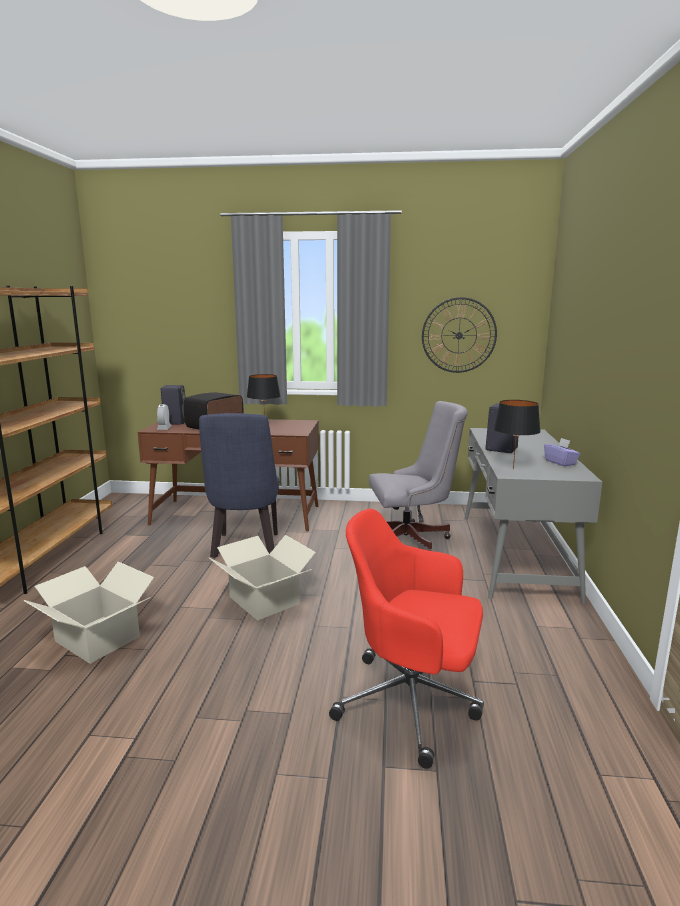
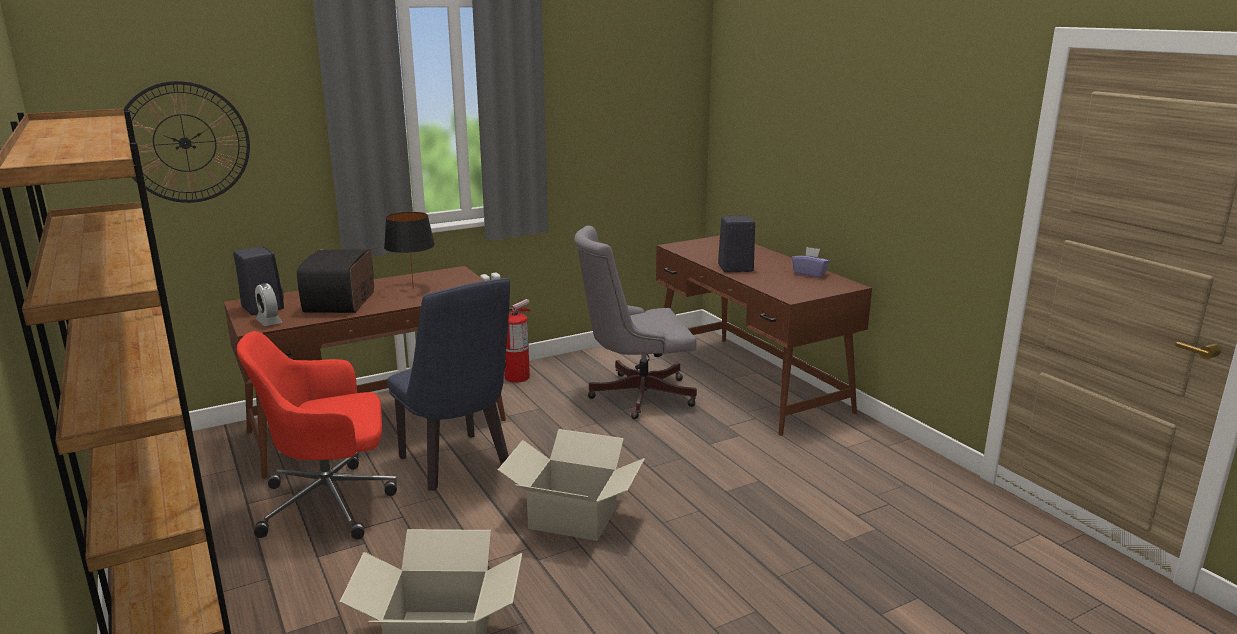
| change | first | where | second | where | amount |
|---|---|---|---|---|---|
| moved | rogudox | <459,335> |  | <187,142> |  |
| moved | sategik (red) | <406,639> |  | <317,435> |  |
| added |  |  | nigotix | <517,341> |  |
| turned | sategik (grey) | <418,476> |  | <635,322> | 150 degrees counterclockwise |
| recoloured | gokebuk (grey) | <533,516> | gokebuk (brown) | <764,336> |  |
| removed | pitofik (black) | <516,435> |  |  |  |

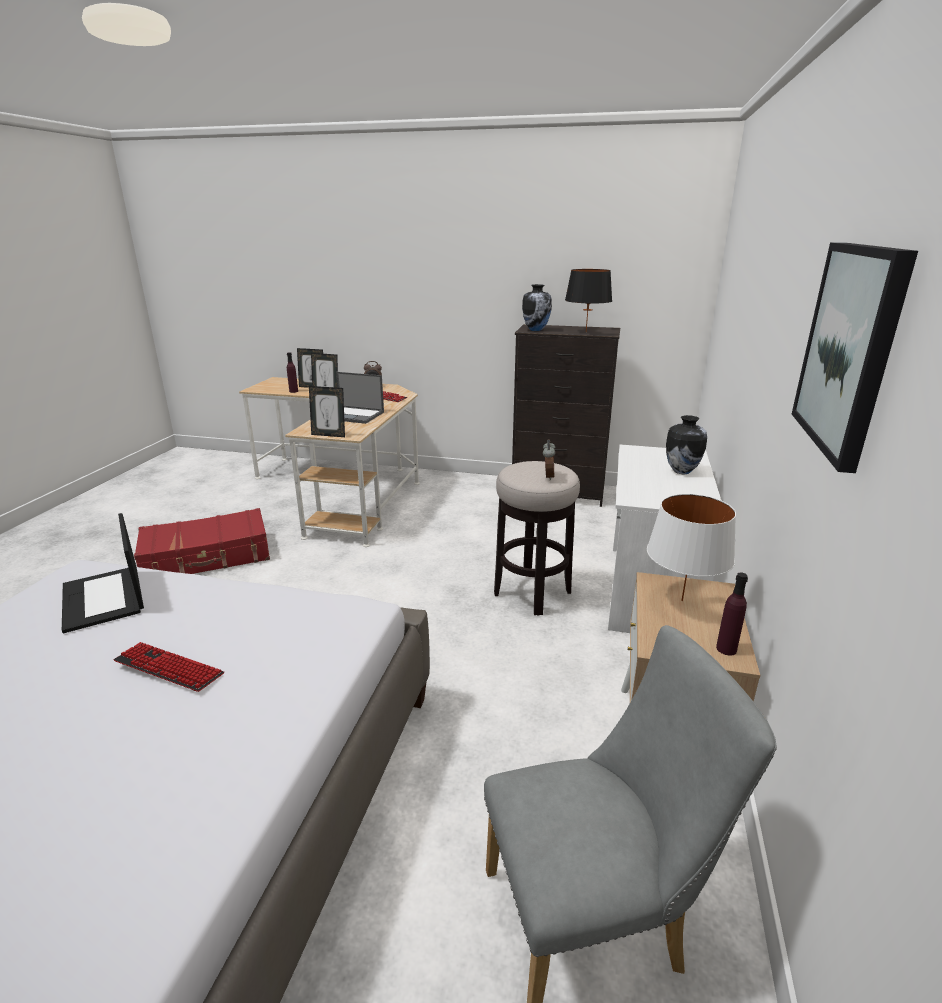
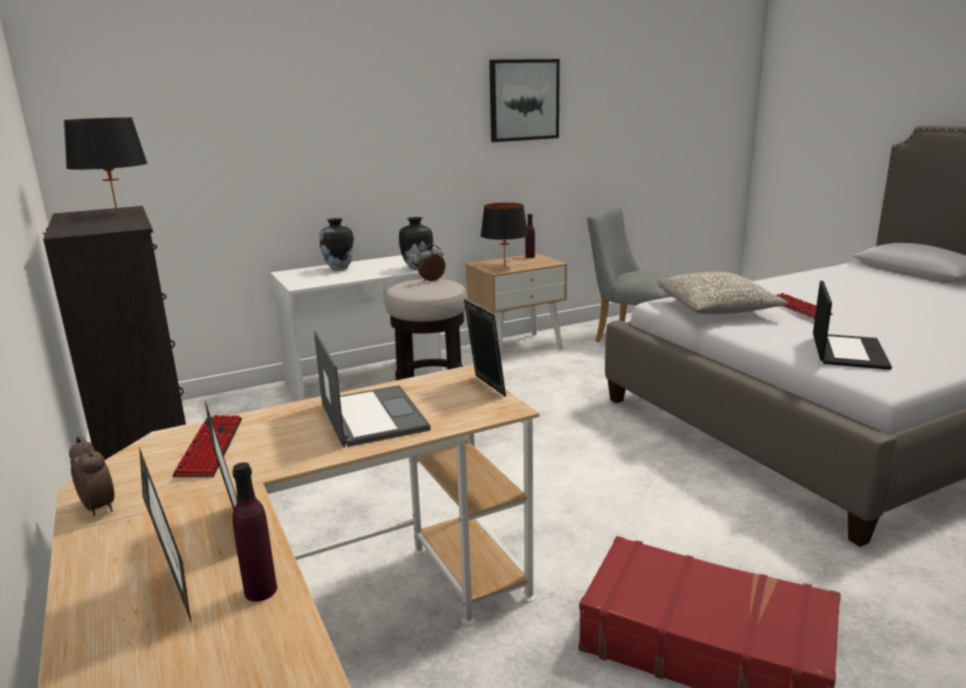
| change | first | where | second | where | amount |
|---|---|---|---|---|---|
| moved | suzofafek | <537,307> |  | <416,243> |  |
| recoloured | pitofik (white) | <691,547> | pitofik (black) | <504,234> |  |
| added |  |  | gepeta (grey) | <723,293> |  |

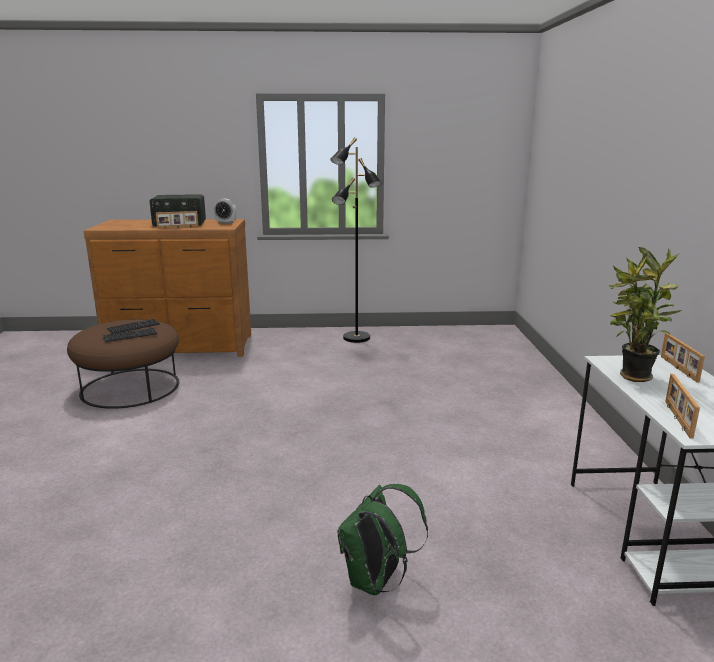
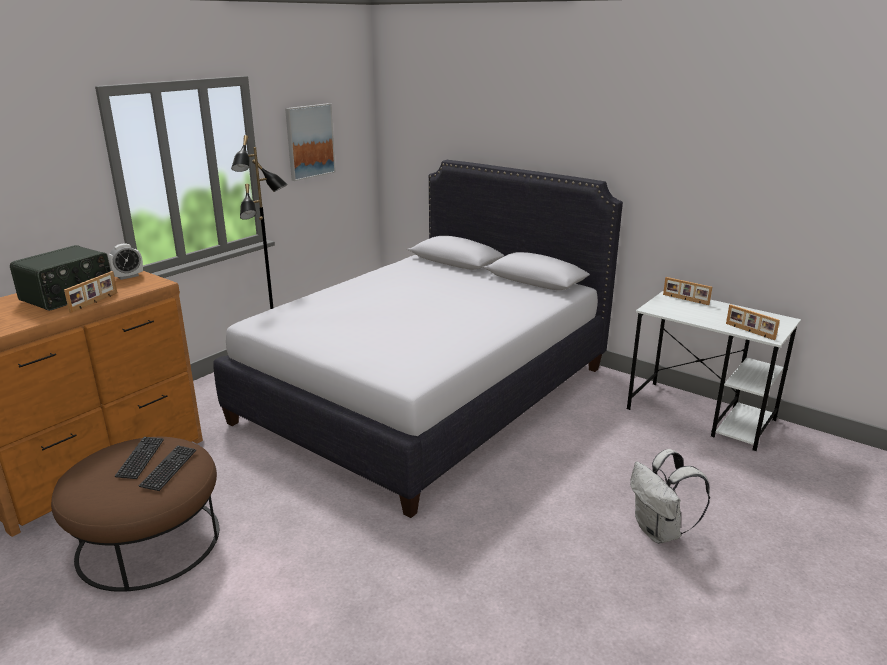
| change | first | where | second | where | amount |
|---|---|---|---|---|---|
| added |  |  | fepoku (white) | <418,339> |  |
| added |  |  | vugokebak | <310,142> |  |
| recoloured | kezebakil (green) | <382,539> | kezebakil (white) | <670,496> |  |
| removed | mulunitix | <645,314> |  |  |  |

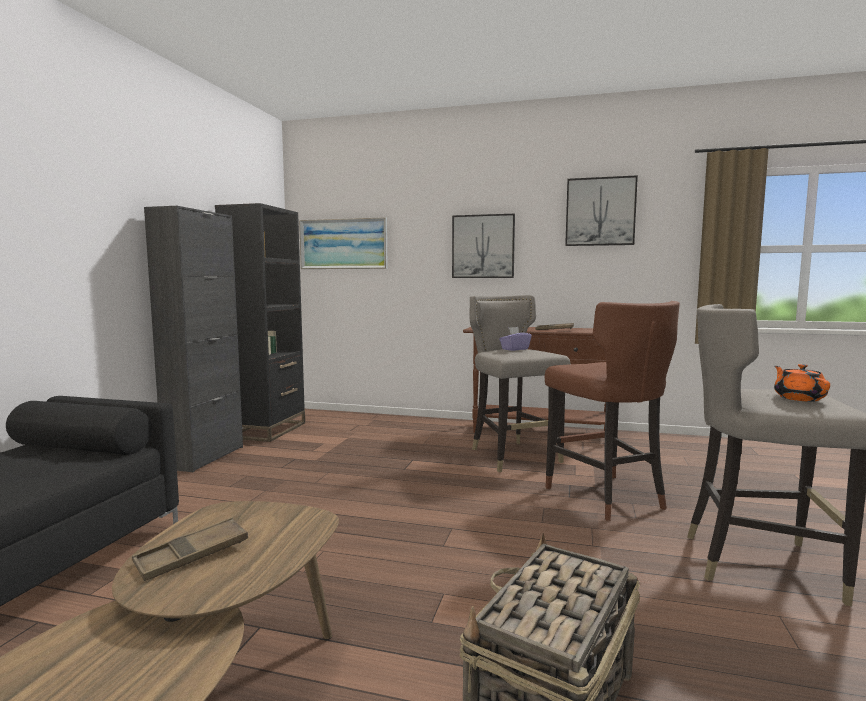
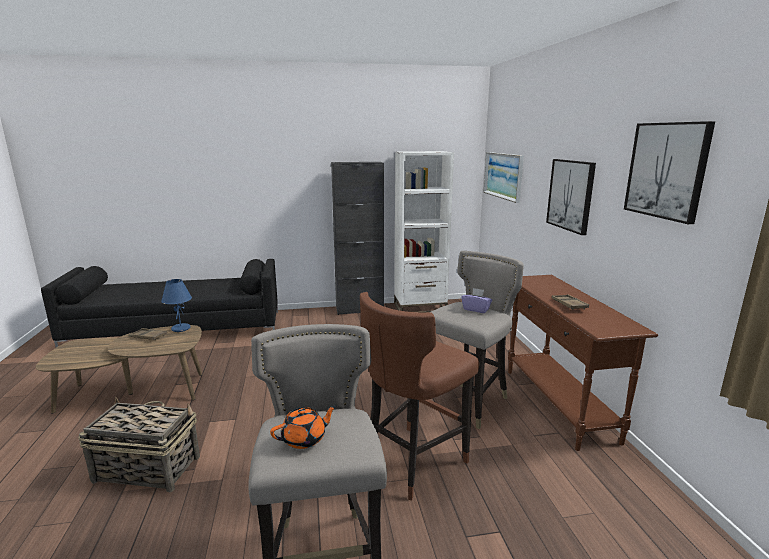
| change | first | where | second | where | amount |
|---|---|---|---|---|---|
| added |  |  | pitofik (blue) | <176,305> |  |
| recoloured | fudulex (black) | <260,322> | fudulex (white) | <424,232> |  |

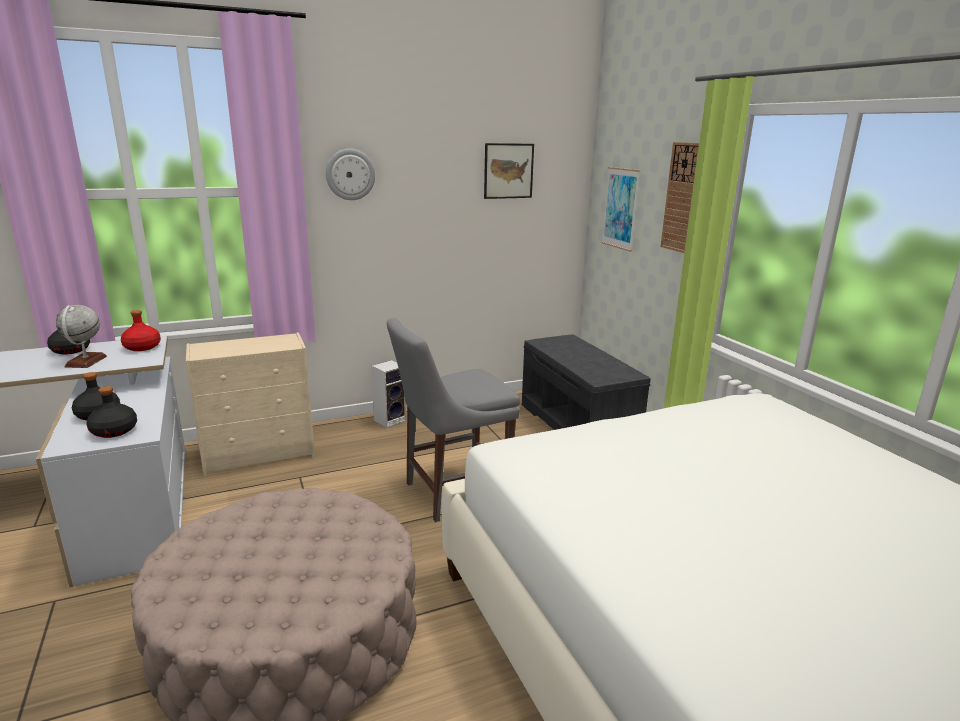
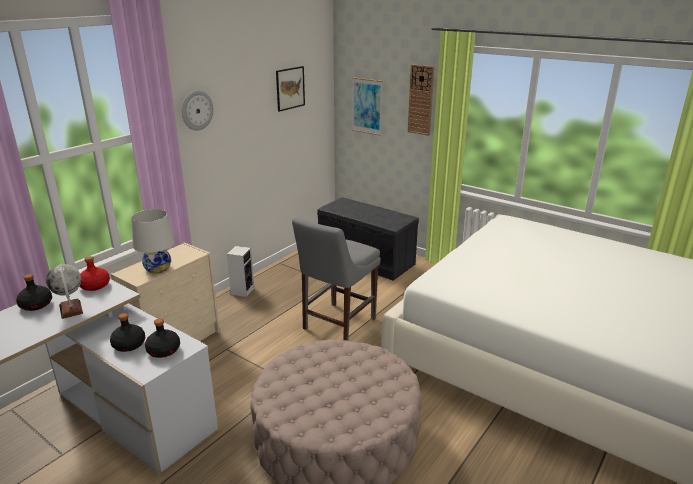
| change | first | where | second | where | amount |
|---|---|---|---|---|---|
| added |  |  | pitofik (white) | <153,241> |  |

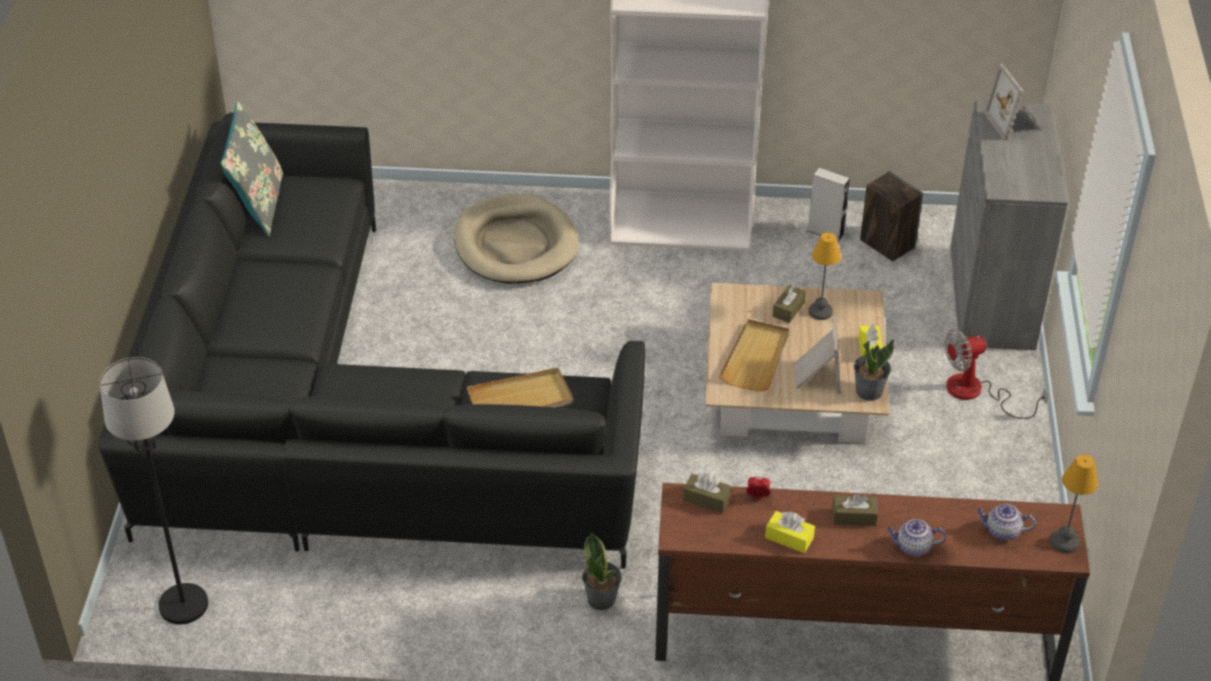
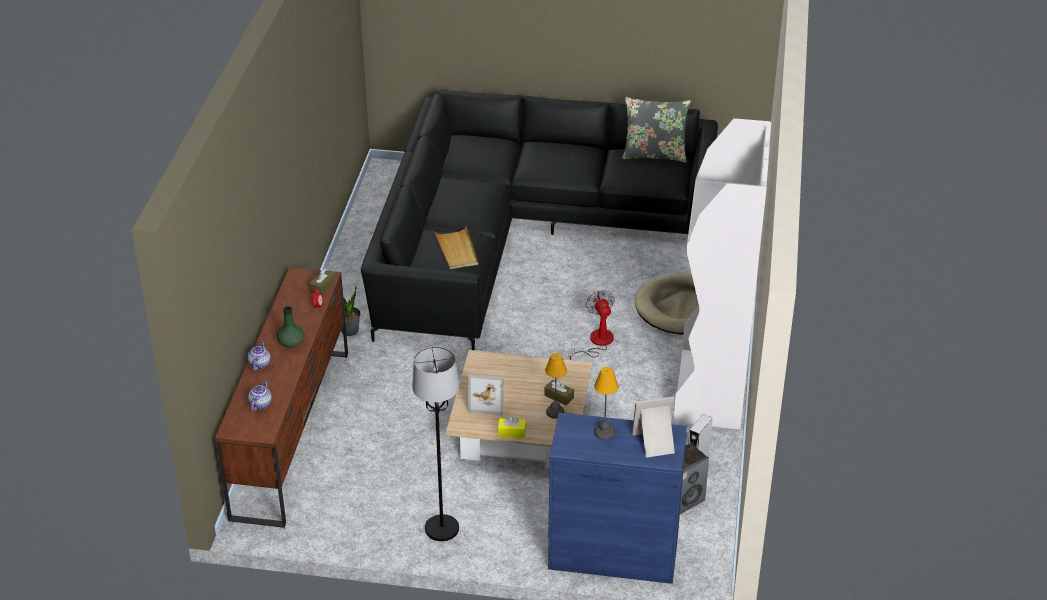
| change | first | where | second | where | amount |
|---|---|---|---|---|---|
| replaced | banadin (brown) | <855,509> | suzofafek (green) | <290,327> |  |
| moved | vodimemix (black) | <154,490> |  | <435,444> |  |
| recoloured | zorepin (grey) | <1009,225> | zorepin (blue) | <617,498> |  |
| moved | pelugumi | <996,374> |  | <592,325> |  |
| moved | pitofik | <1074,503> |  | <606,403> |  |
| removed | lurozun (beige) | <754,355> |  |  |  |
| removed | banadin (yellow) | <790,532> |  |  |  |
| removed | mulunitix | <874,370> |  |  |  |

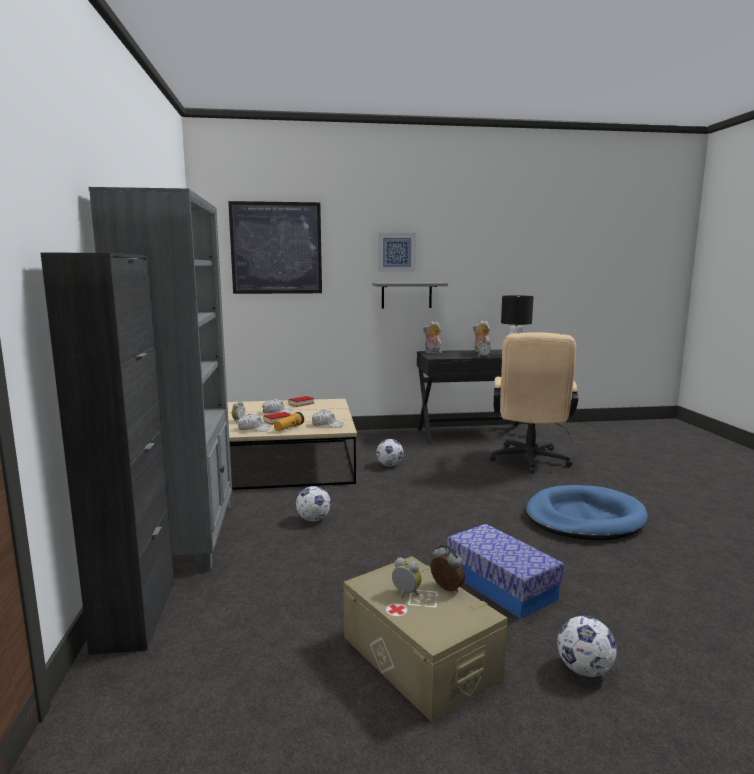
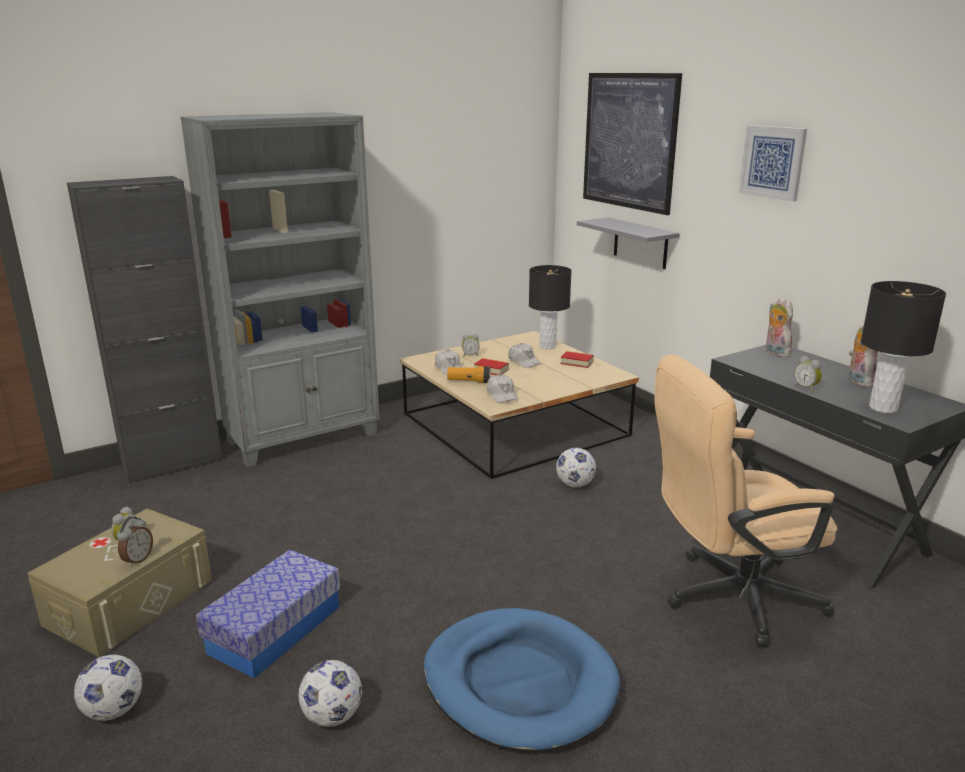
| change | first | where | second | where | amount |
|---|---|---|---|---|---|
| moved | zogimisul | <313,504> |  | <330,693> |  |
| added |  |  | pitofik (black) | <550,307> |  |
| moved | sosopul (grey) | <410,295> |  | <628,243> |  |

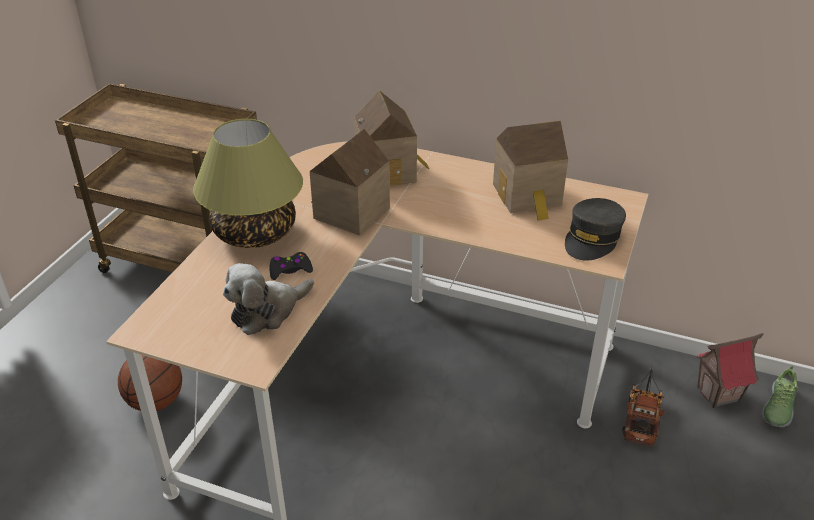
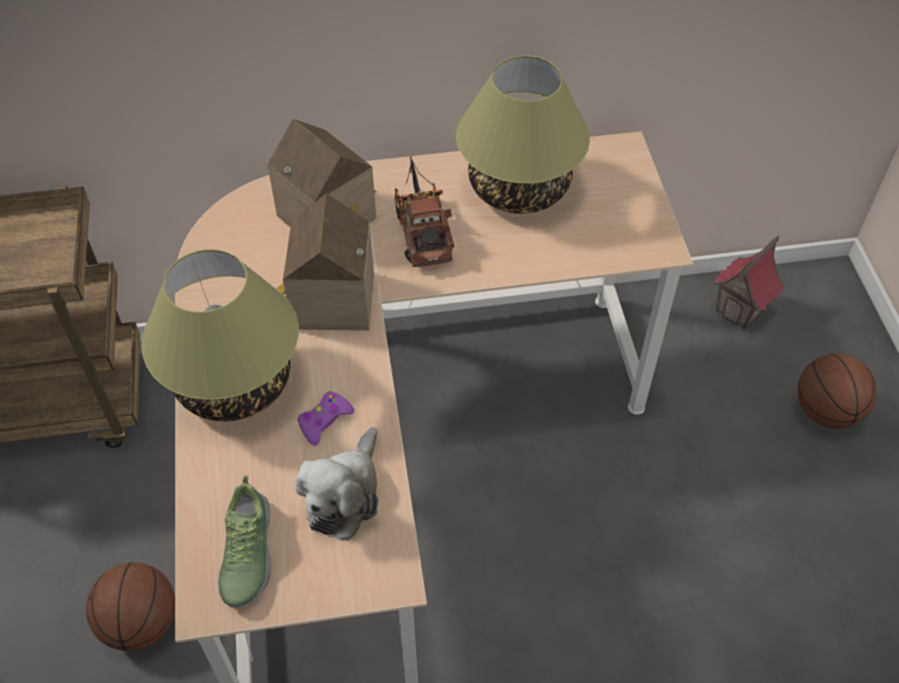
| change | first | where | second | where | amount |
|---|---|---|---|---|---|
| moved | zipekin | <780,396> |  | <244,541> |  |
| recoloured | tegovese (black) | <291,266> | tegovese (purple) | <326,418> |  |
| moved | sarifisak | <643,406> |  | <424,211> |  |
| replaced | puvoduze | <530,171> | pitofik | <523,135> |  |
| added |  |  | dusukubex | <837,391> |  |
| removed | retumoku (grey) | <595,229> |  |  |  |

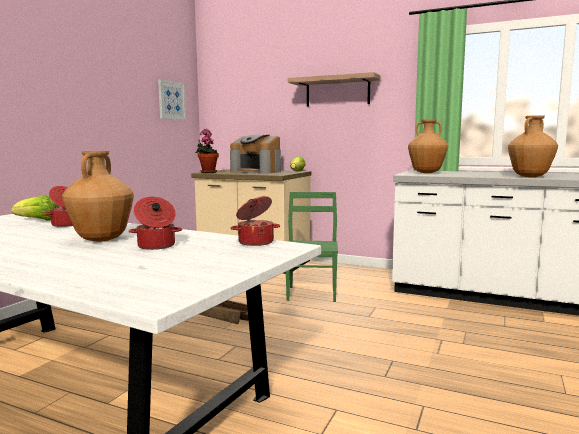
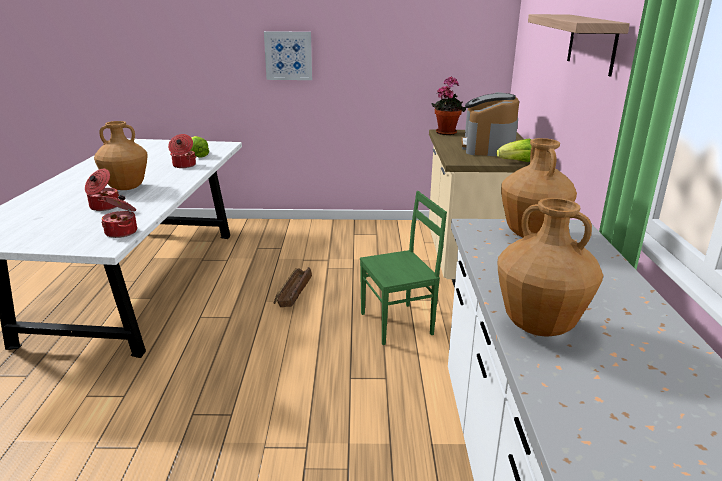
| change | first | where | second | where | amount |
|---|---|---|---|---|---|
| moved | vugokebak | <172,99> |  | <288,55> |  |

